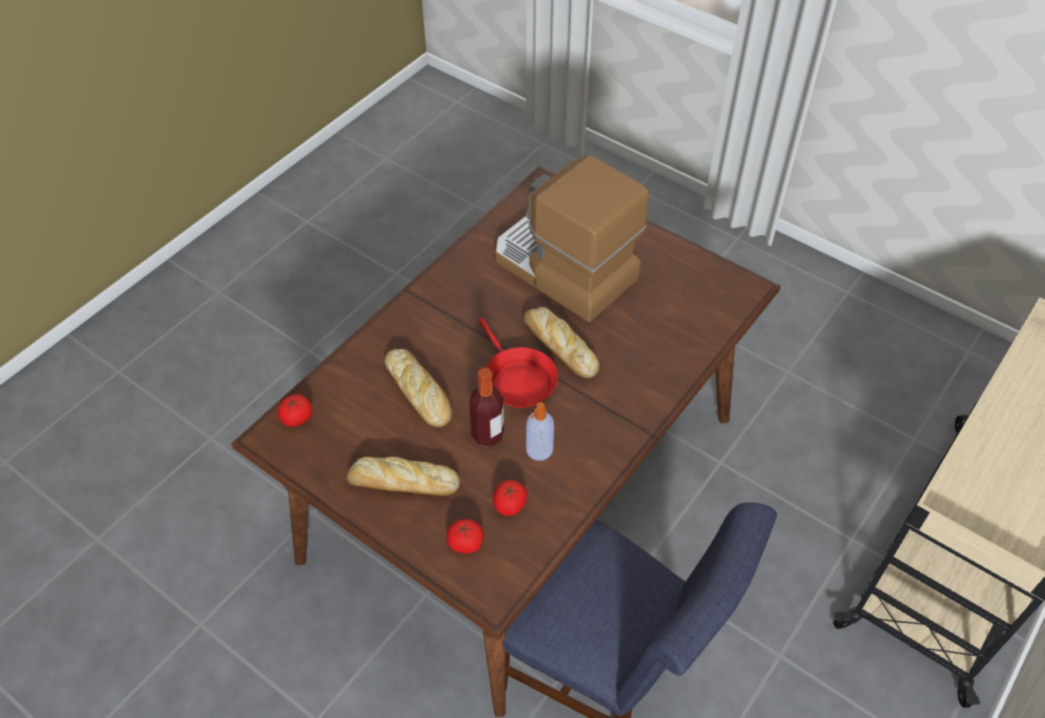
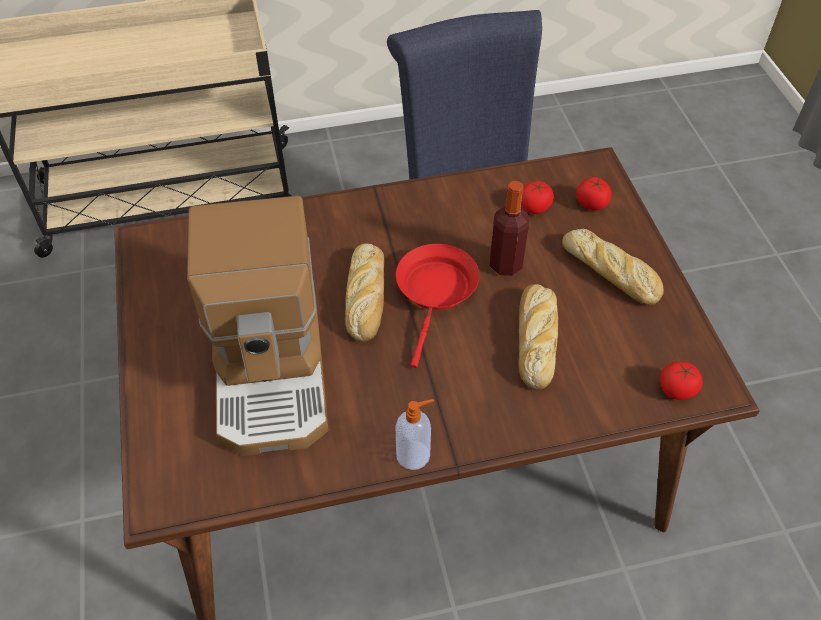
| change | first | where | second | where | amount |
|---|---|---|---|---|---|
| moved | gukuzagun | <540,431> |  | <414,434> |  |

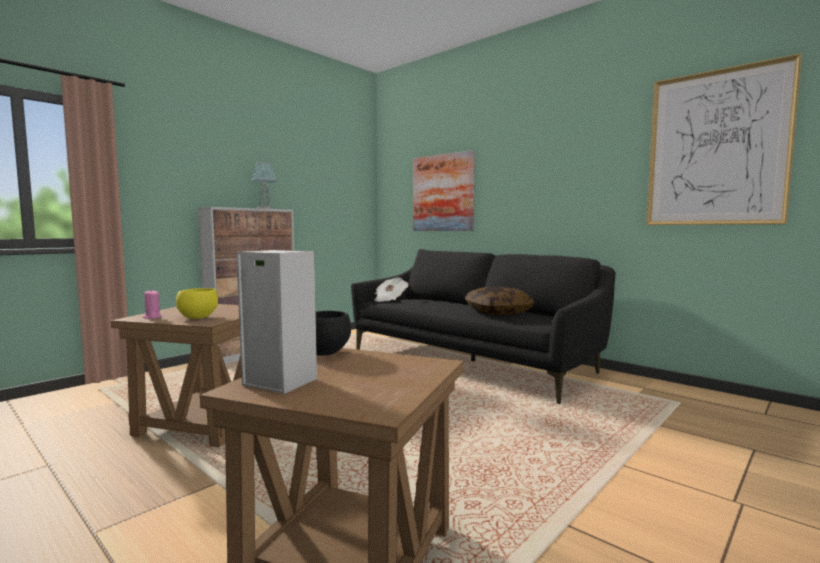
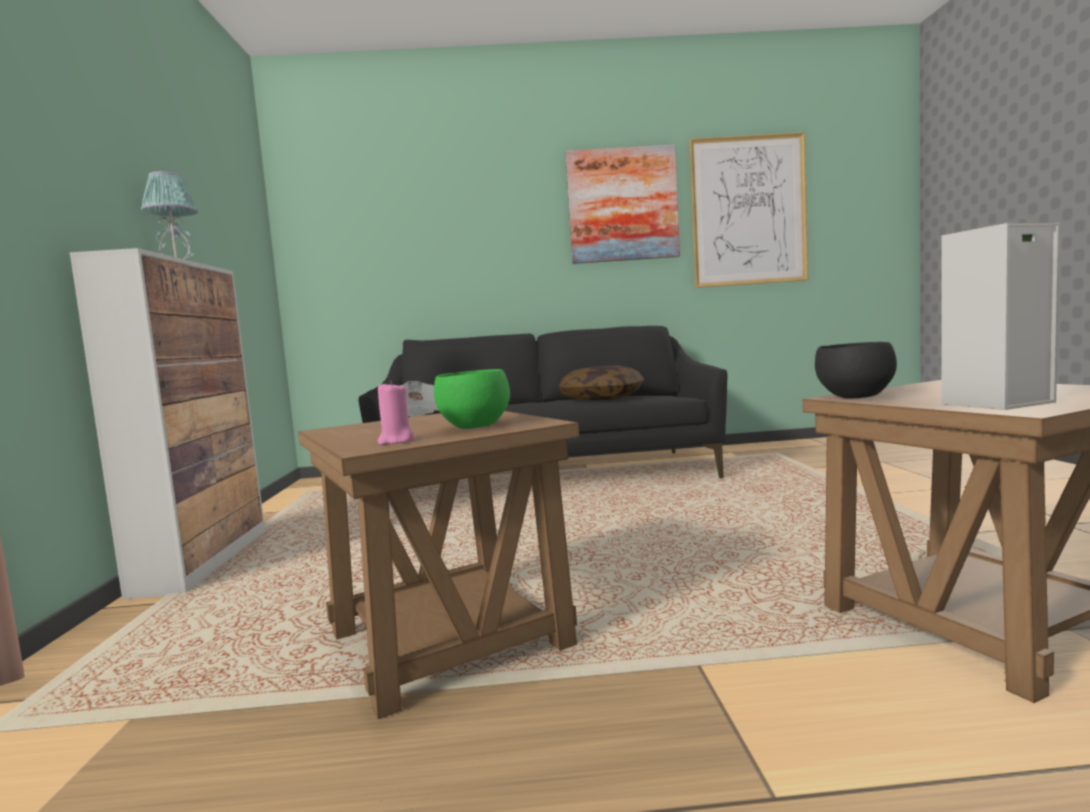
| change | first | where | second | where | amount |
|---|---|---|---|---|---|
| recoloured | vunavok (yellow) | <197,303> | vunavok (green) | <472,399> |  |
| moved | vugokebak | <444,190> |  | <623,204> |  |

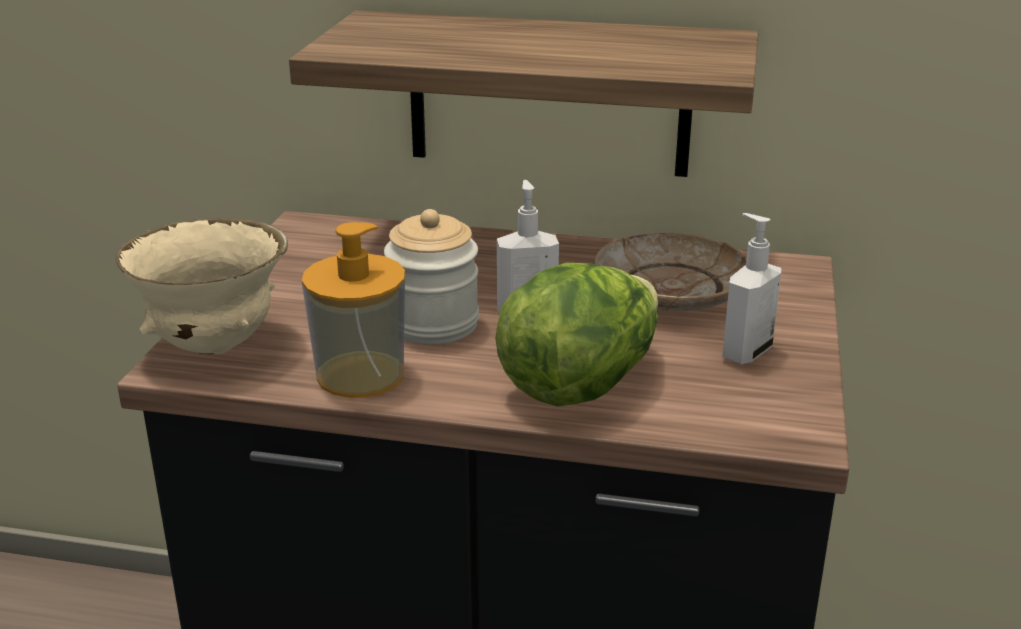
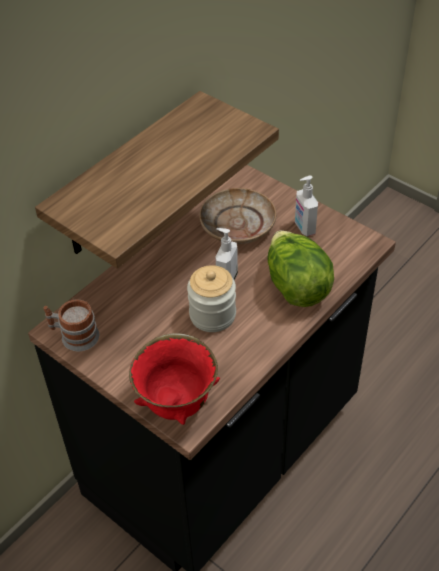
| change | first | where | second | where | amount |
|---|---|---|---|---|---|
| added |  |  | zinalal | <71,325> |  |
| recoloured | vunavok (beige) | <202,286> | vunavok (red) | <174,379> |  |
| removed | gukuzagun | <353,310> |  |  |  |

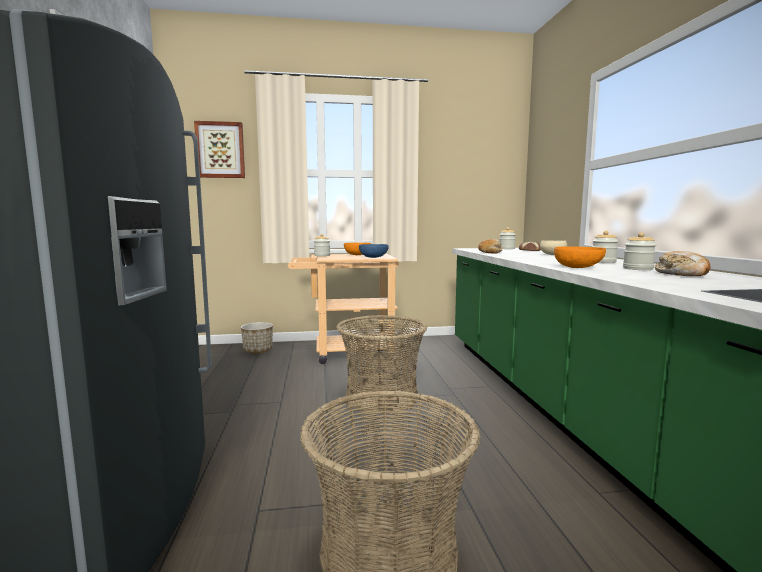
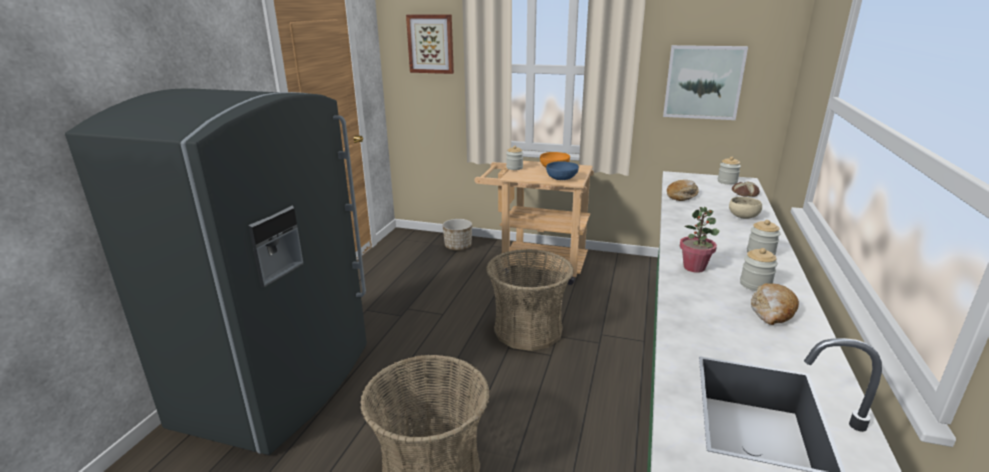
| change | first | where | second | where | amount |
|---|---|---|---|---|---|
| added |  |  | vugokebak | <705,82> |  |
| replaced | vunavok (orange) | <580,257> | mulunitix | <699,240> |  |

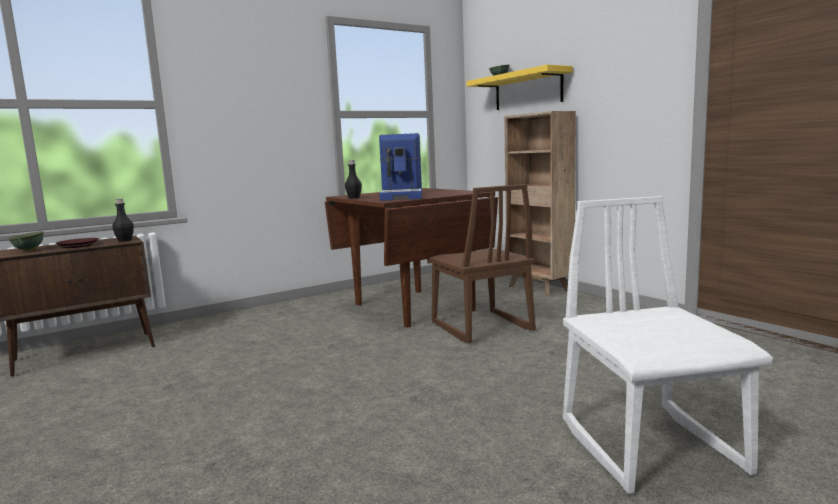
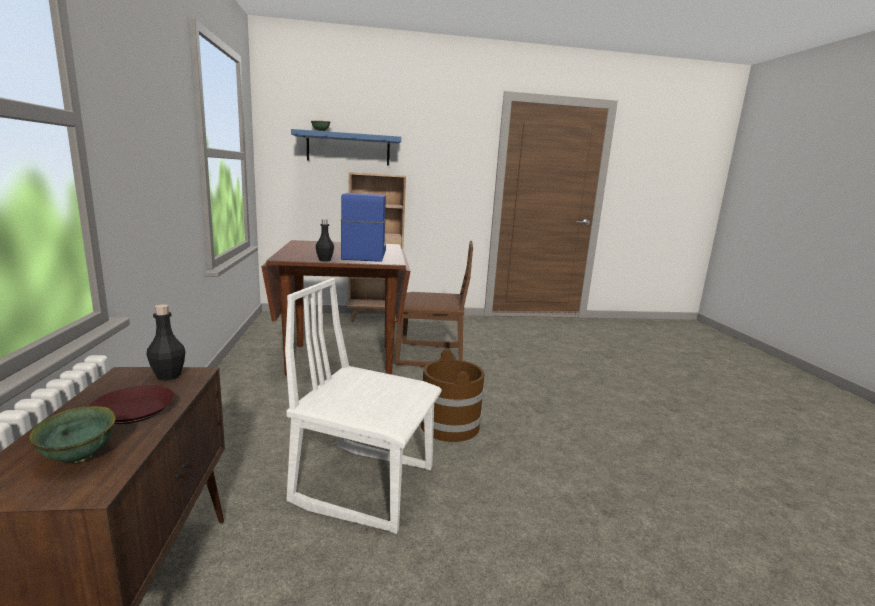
| change | first | where | second | where | amount |
|---|---|---|---|---|---|
| moved | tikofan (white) | <668,345> |  | <363,406> |  |
| recoloured | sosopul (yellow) | <519,87> | sosopul (blue) | <346,147> |  |
| turned | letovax | <400,167> |  | <363,227> | 120 degrees counterclockwise |
| added |  |  | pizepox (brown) | <452,395> |  |

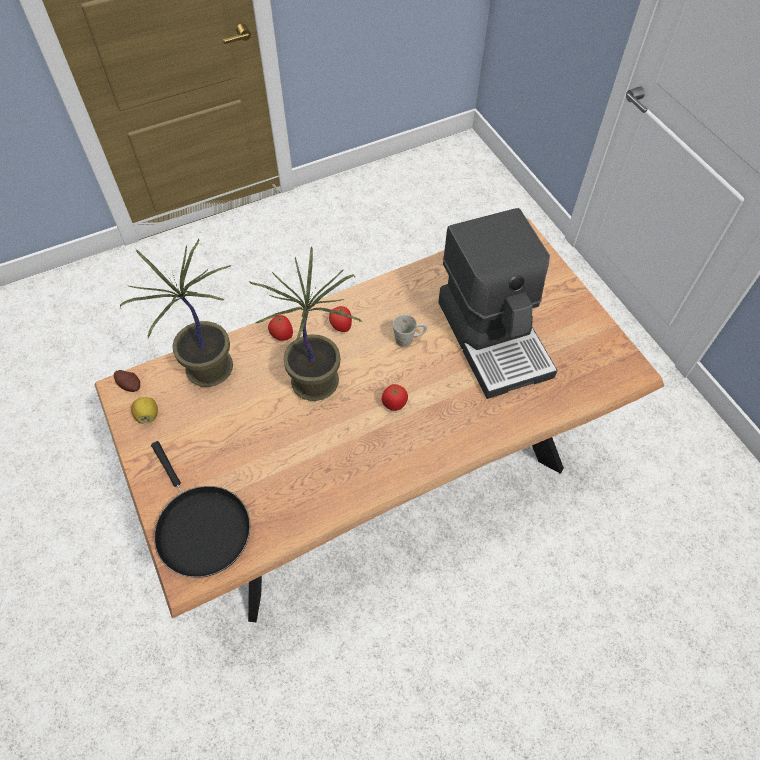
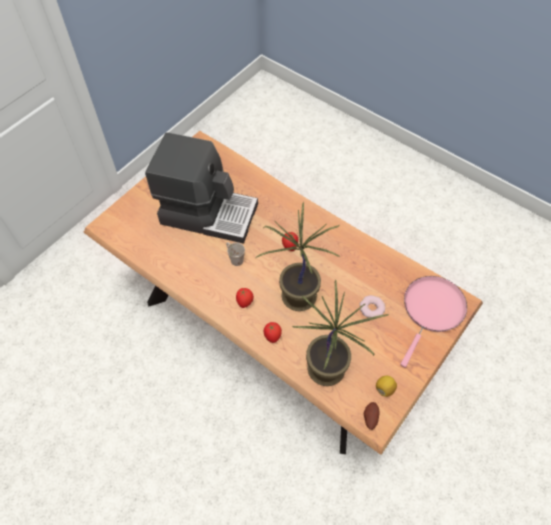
| change | first | where | second | where | amount |
|---|---|---|---|---|---|
| turned | letovax | <497,303> |  | <201,188> | 60 degrees clockwise |
| added |  |  | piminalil | <372,306> |  |
| recoloured | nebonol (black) | <200,509> | nebonol (pink) | <433,321> |  |

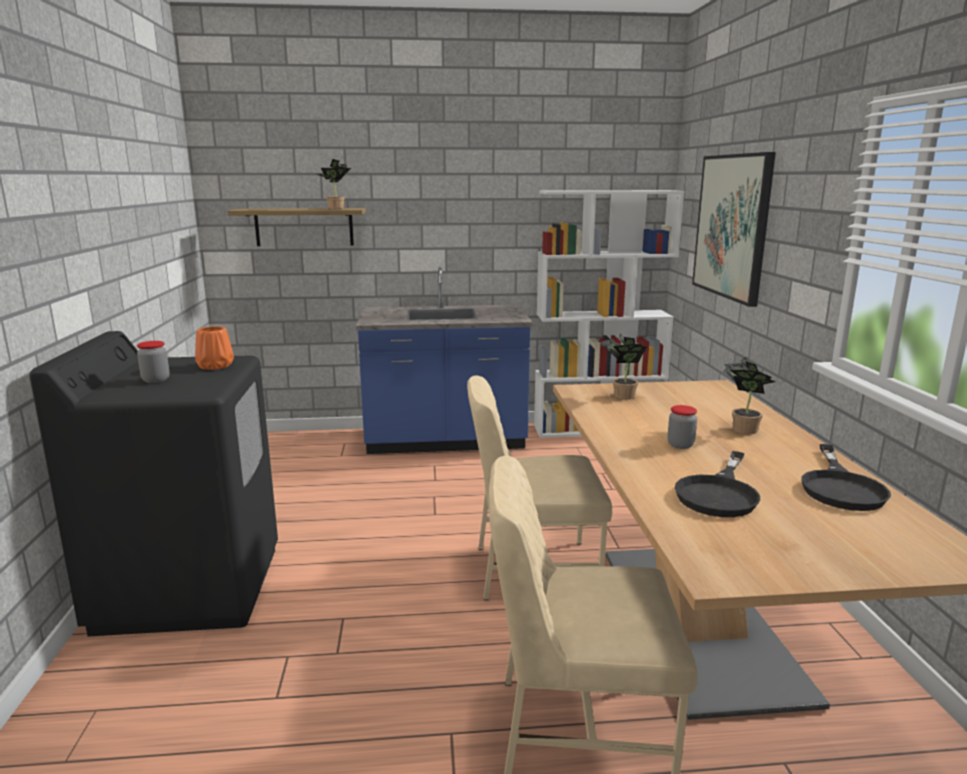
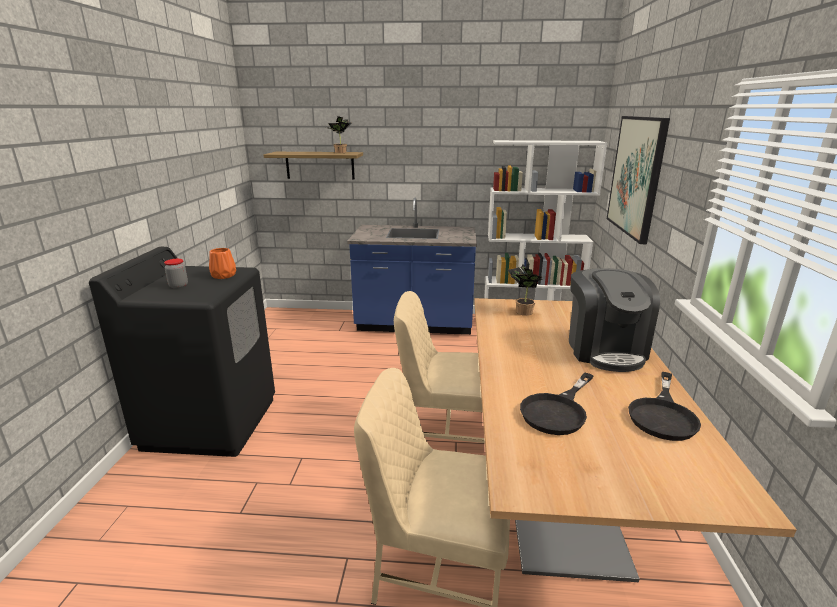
| change | first | where | second | where | amount |
|---|---|---|---|---|---|
| replaced | mulunitix | <749,395> | letovax | <614,320> |  |
| removed | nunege | <682,427> |  |  |  |

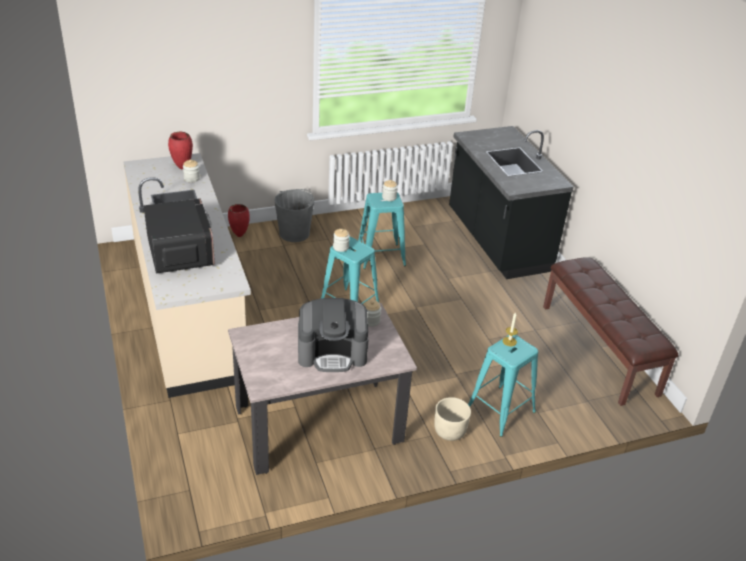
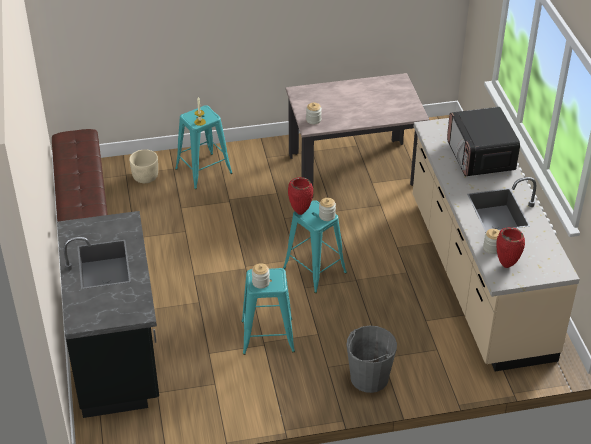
| change | first | where | second | where | amount |
|---|---|---|---|---|---|
| moved | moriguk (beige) | <452,419> |  | <143,166> |  |
| moved | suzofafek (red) | <239,220> |  | <300,196> |  |
| removed | letovax | <333,335> |  |  |  |

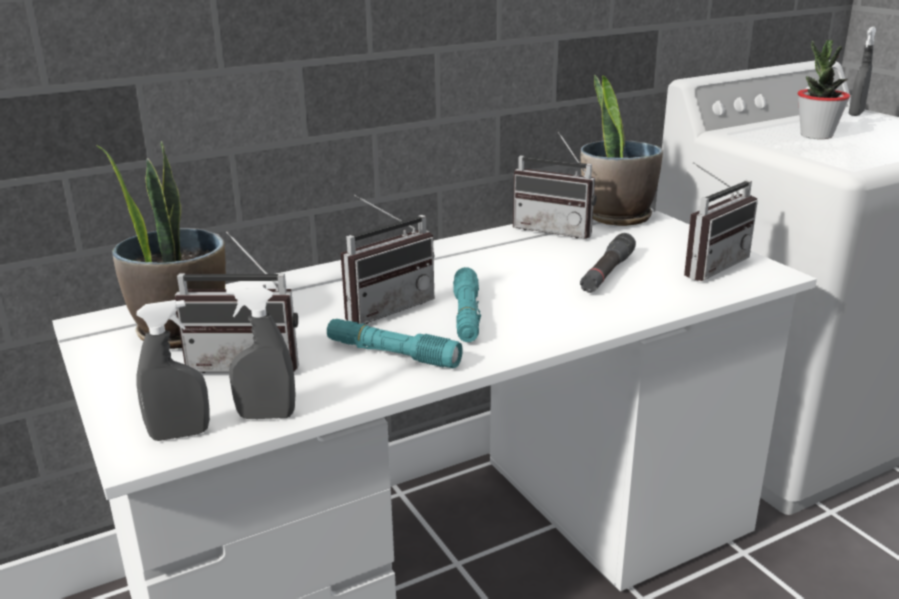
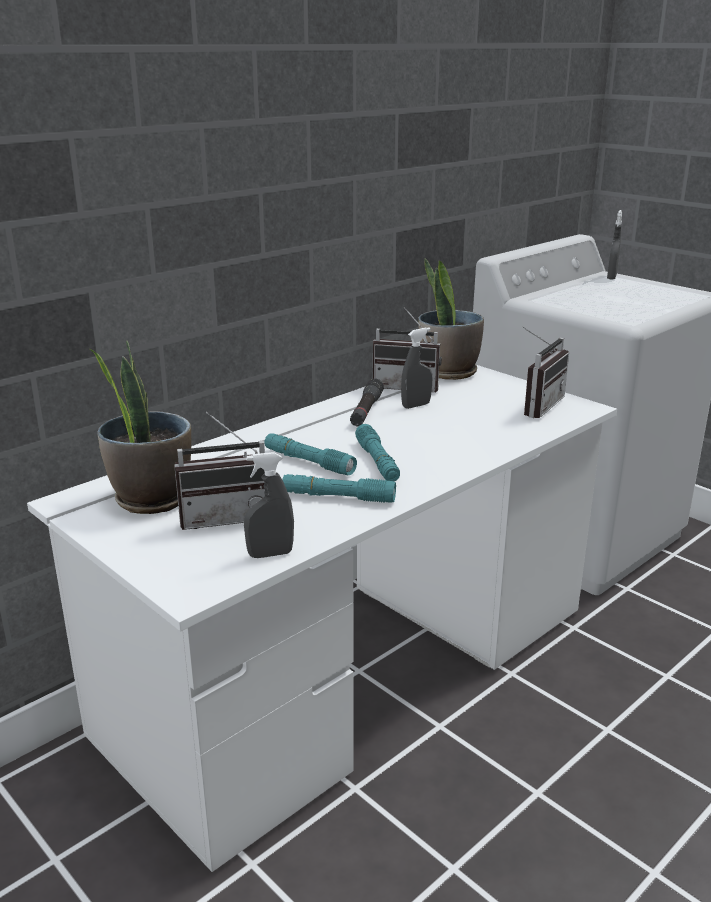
| change | first | where | second | where | amount |
|---|---|---|---|---|---|
| replaced | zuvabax | <387,259> | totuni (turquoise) | <310,454> |  |
| moved | totuni (black) | <608,263> |  | <367,402> |  |
| moved | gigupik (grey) | <173,370> |  | <416,368> |  |
| removed | mulunitix | <824,89> |  |  |  |

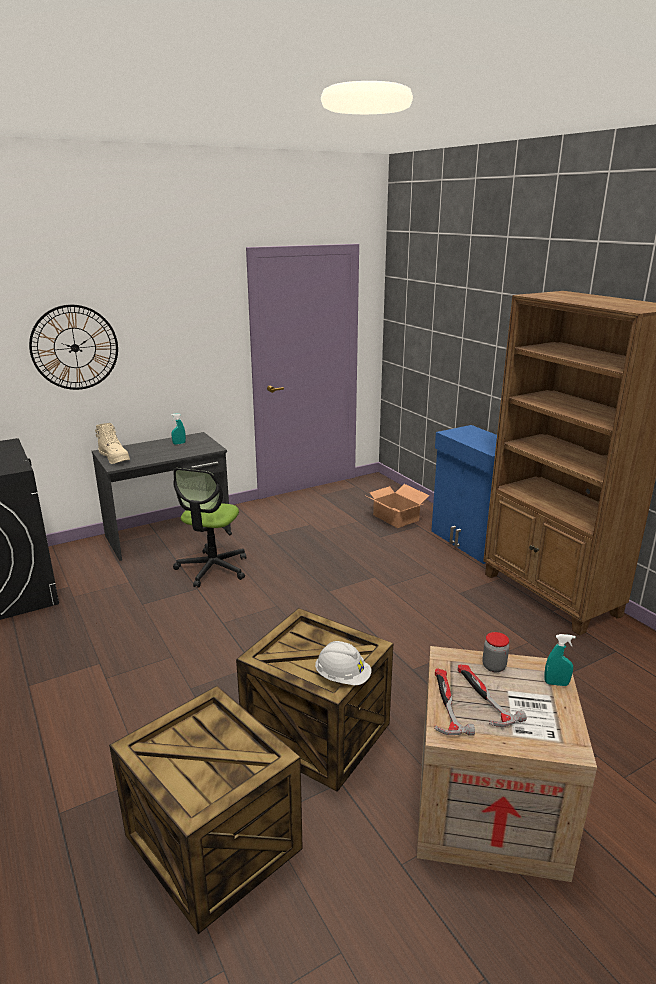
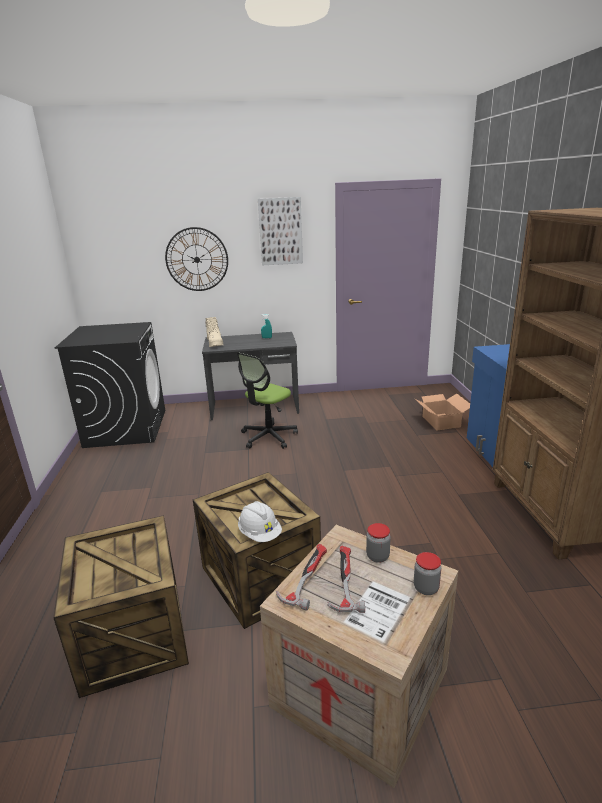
| change | first | where | second | where | amount |
|---|---|---|---|---|---|
| added |  |  | vugokebak | <280,231> |  |
| replaced | gigupik (turquoise) | <560,660> | nunege | <427,573> |  |

